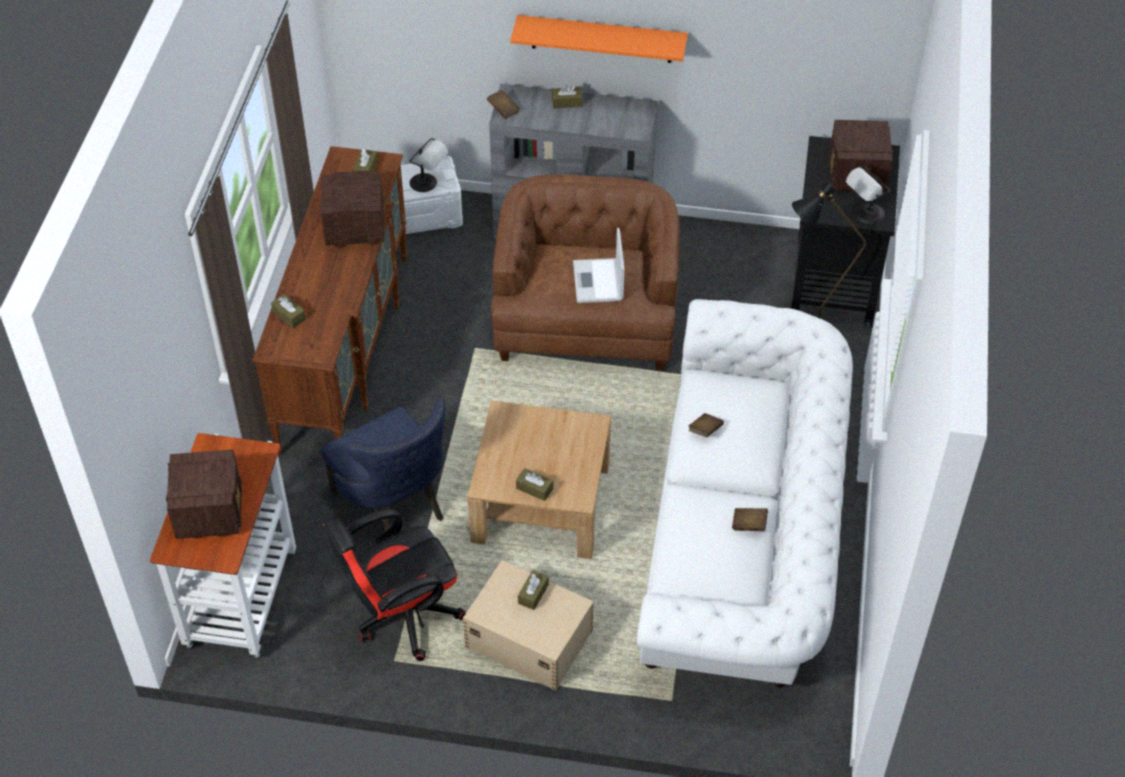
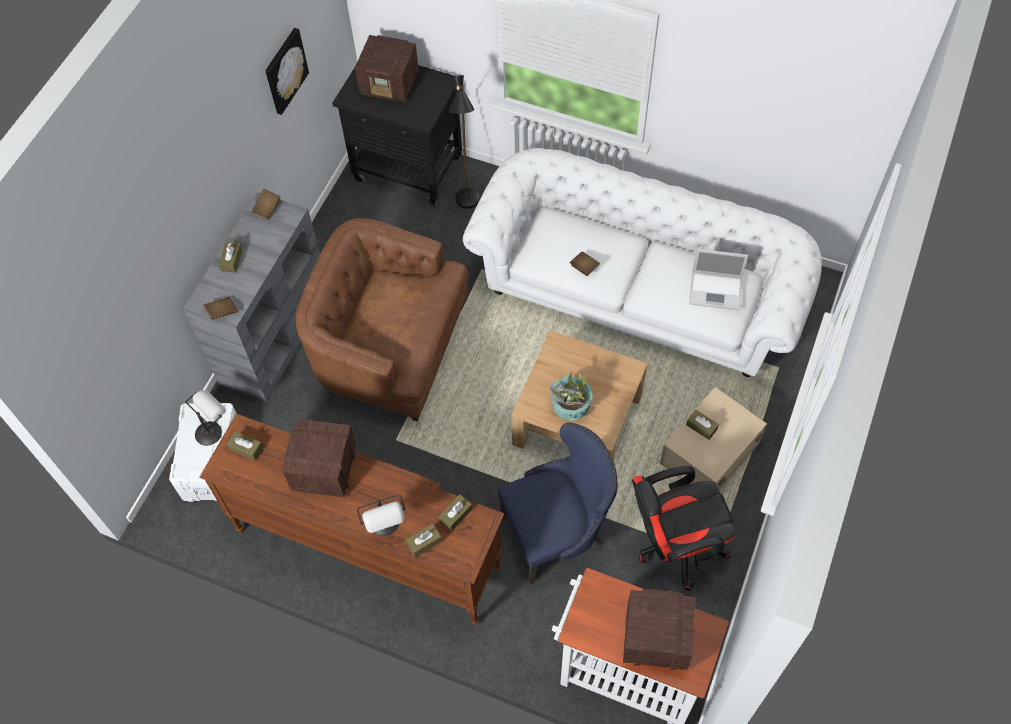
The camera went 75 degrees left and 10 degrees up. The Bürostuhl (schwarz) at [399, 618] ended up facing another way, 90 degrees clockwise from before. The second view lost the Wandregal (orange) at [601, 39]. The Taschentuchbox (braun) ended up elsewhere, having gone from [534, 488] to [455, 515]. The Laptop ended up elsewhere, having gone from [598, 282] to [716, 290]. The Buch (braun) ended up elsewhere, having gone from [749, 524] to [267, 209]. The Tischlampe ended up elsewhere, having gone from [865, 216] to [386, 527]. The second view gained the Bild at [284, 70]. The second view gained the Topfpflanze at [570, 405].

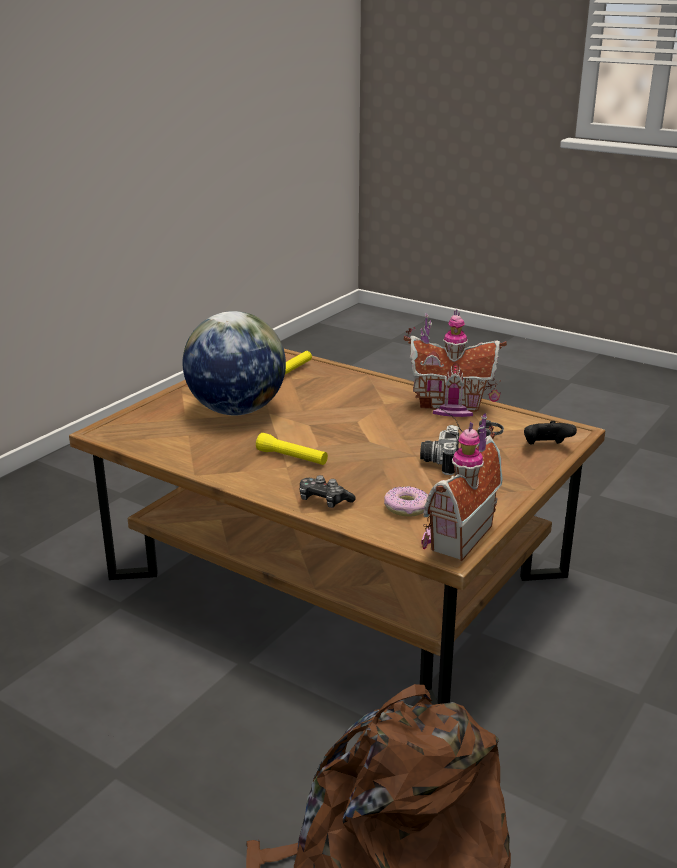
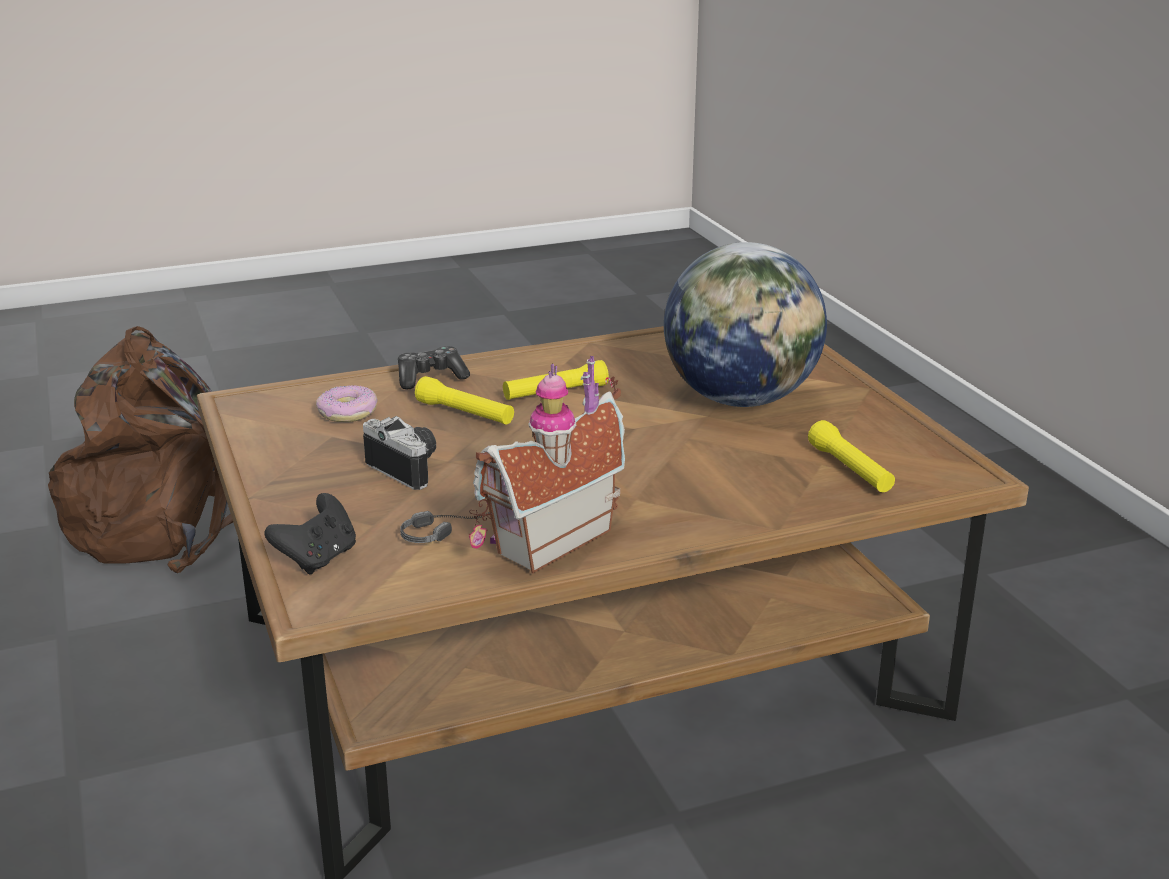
The camera went 125 degrees right and 0 degrees up. The second view lost the Spielzeughaus at [454, 537]. The second view gained the Taschenlampe (gelb) at [465, 414].

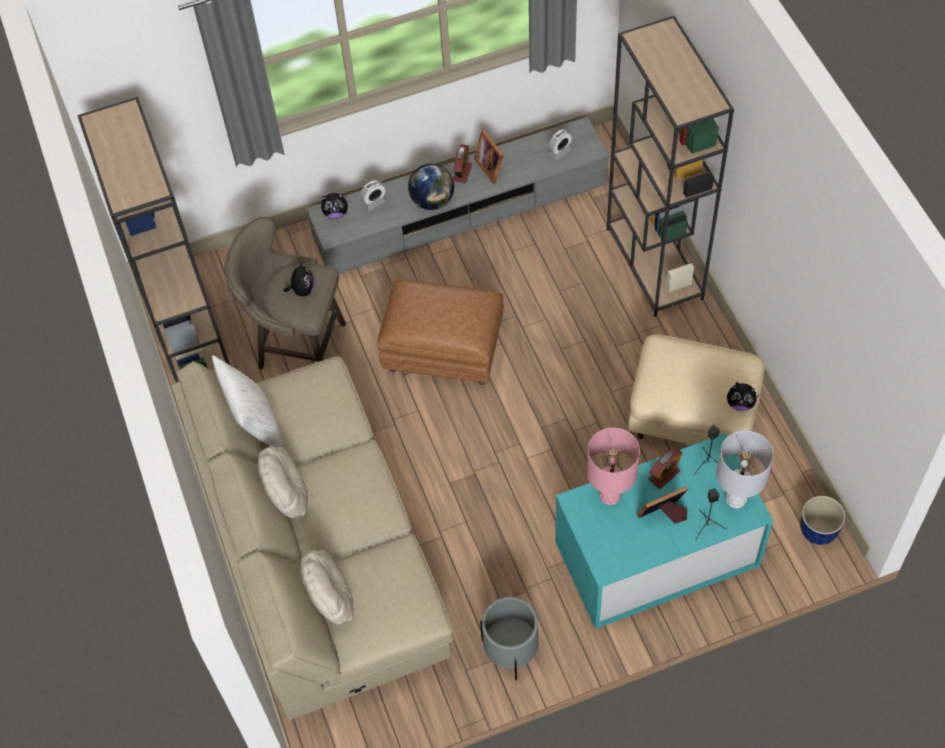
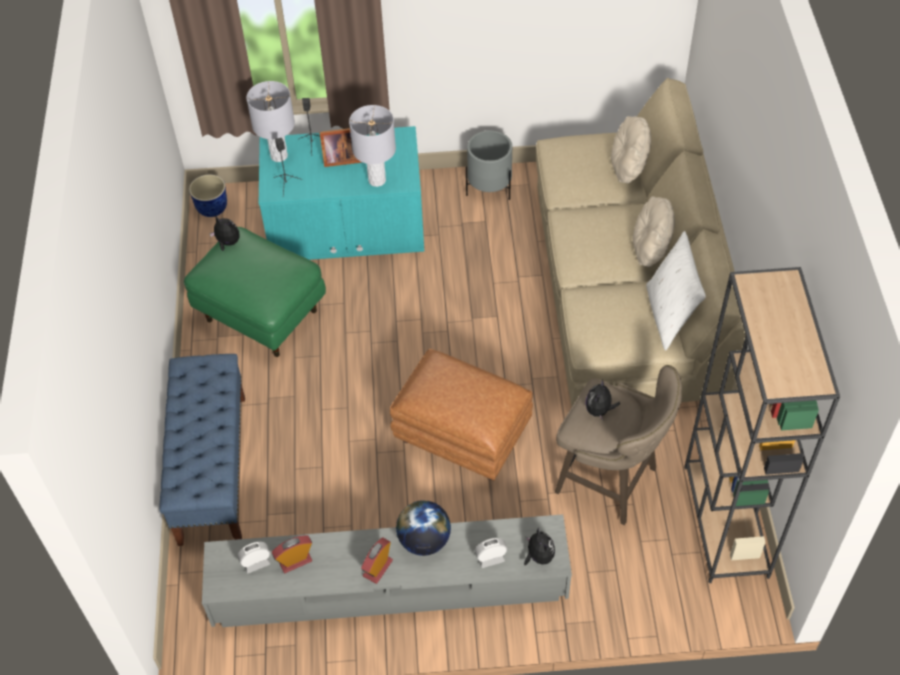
The camera went 165 degrees left and 5 degrees down. The Plüschtier at [336, 213] ended up facing another way, 60 degrees clockwise from before. The second view lost the Bilderrahmen at [491, 166]. What was the Tischlampe (rosa) at [609, 495] turned into the Tischlampe (grau) at [377, 180]. Where the Bücherregal stood at [655, 264], the Bank (blau) came to stand at [212, 468]. What was the Polsterhocker (beige) at [692, 418] turned into the Polsterhocker (grün) at [260, 315]. The Wecker ended up elsewhere, having gone from [664, 475] to [295, 560].

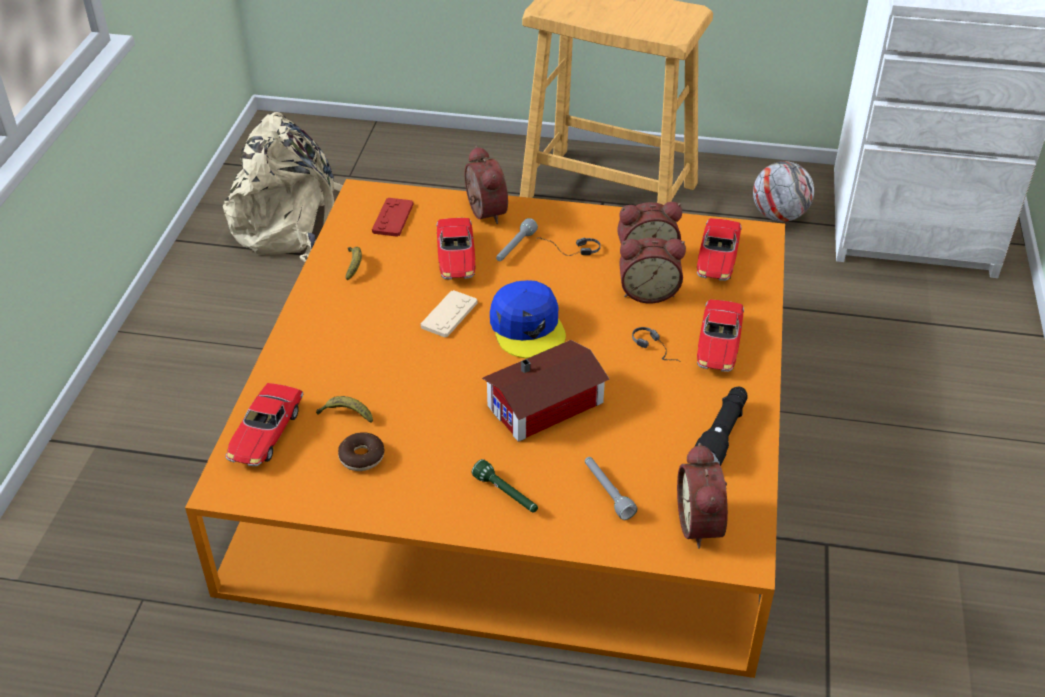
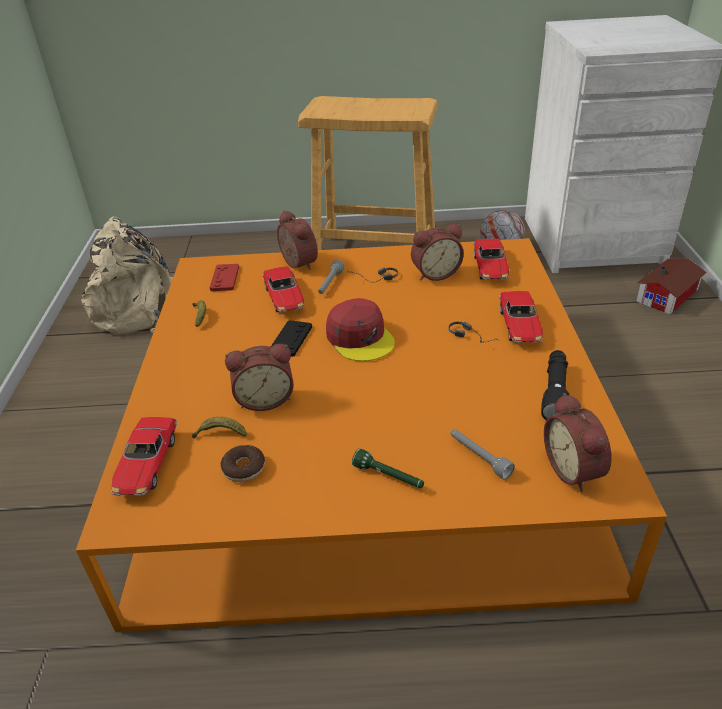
The camera went 10 degrees left and 5 degrees down. What was the Gamepad (beige) at [449, 315] turned into the Gamepad (schwarz) at [291, 339]. The Spielzeughaus ended up elsewhere, having gone from [549, 404] to [669, 295]. What was the Kappe (blau) at [528, 327] turned into the Kappe (rot) at [360, 338]. The Wecker ended up elsewhere, having gone from [648, 291] to [265, 399].

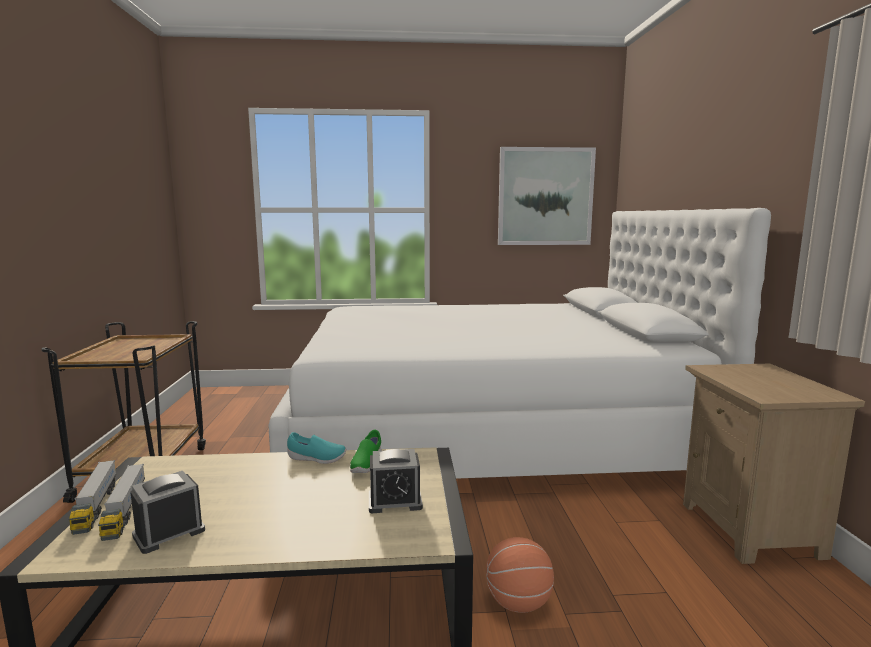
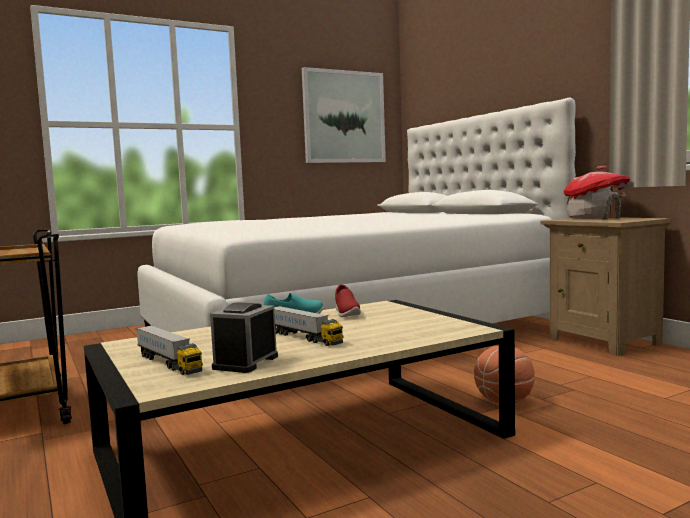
The camera went 25 degrees left and 5 degrees down. The Spielzeuglaster ended up elsewhere, having gone from [96, 507] to [304, 337]. What was the Schuh (grün) at [366, 464] turned into the Schuh (rot) at [346, 313]. The second view lost the Wecker at [395, 501]. The second view gained the Spielzeughaus at [594, 218].

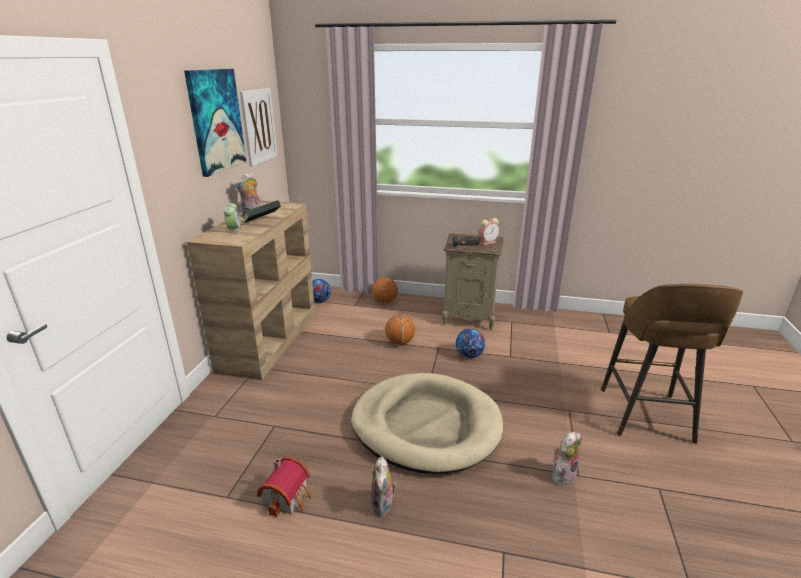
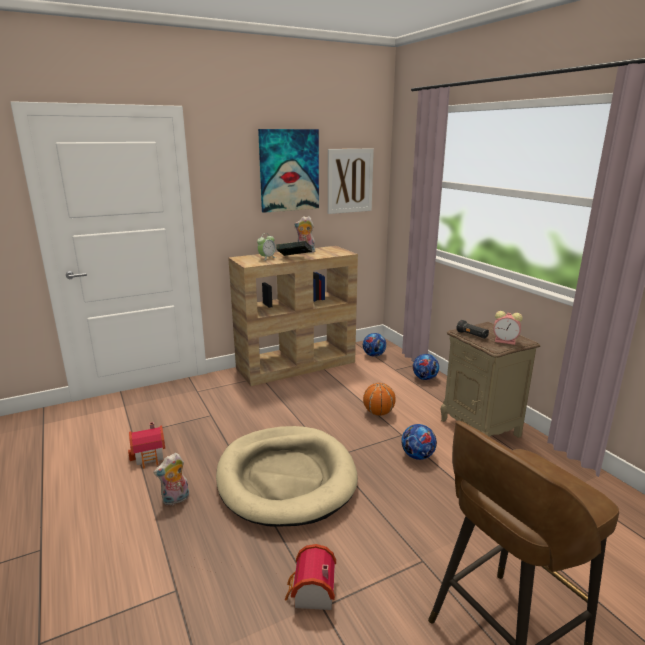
The camera went 50 degrees right and 5 degrees down. Where the Basketball stood at [385, 301], the Fußball came to stand at [424, 378]. Where the Plüschtier stood at [562, 474], the Spielzeughaus came to stand at [311, 594].

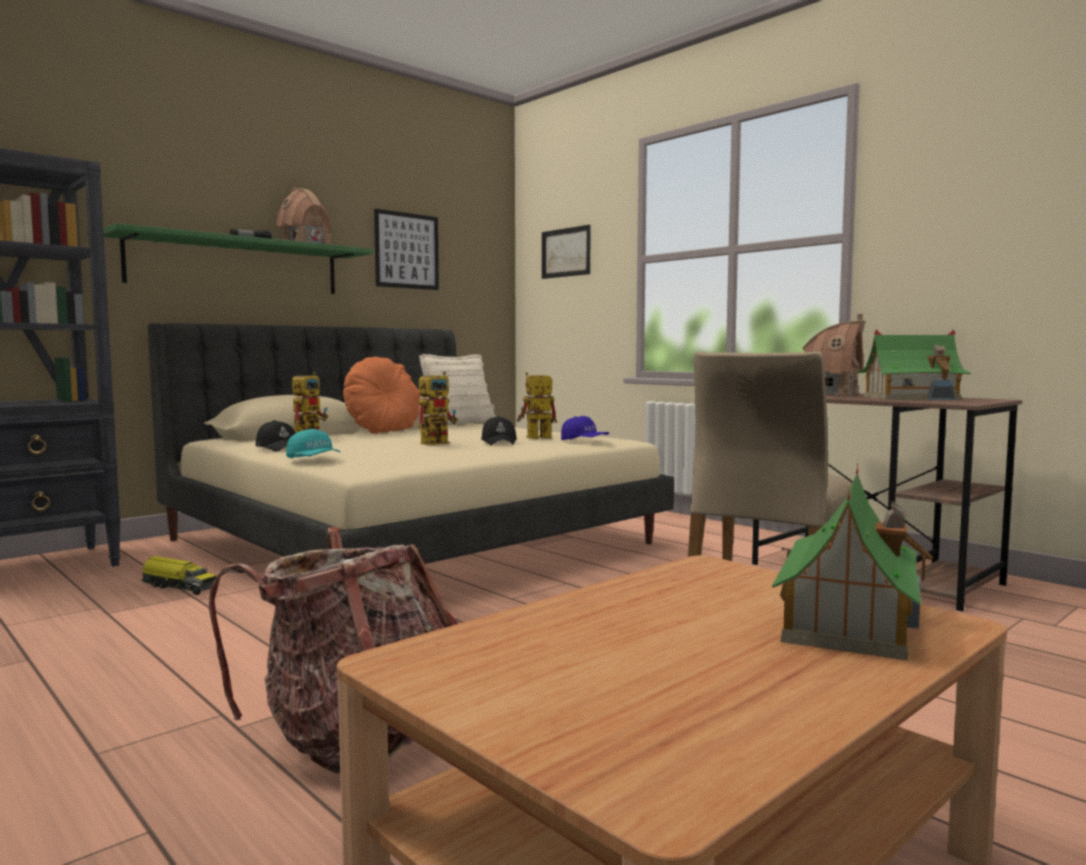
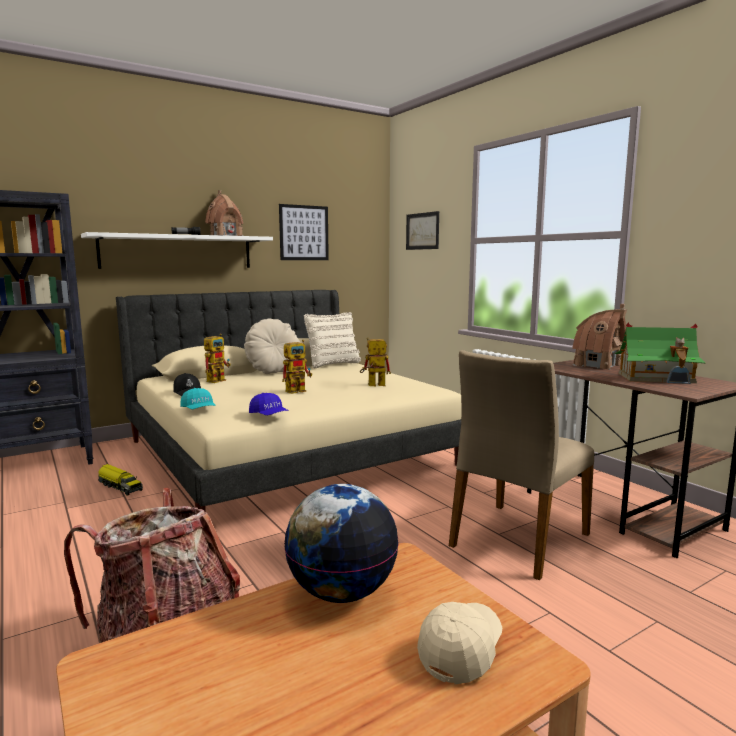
The camera went 10 degrees right and 5 degrees up. What was the Wandregal (grün) at [236, 266] turned into the Wandregal (weiß) at [178, 252]. What was the Kissen (orange) at [383, 432] turned into the Kissen (beige) at [274, 372]. The second view lost the Kappe (schwarz) at [499, 442]. The Kappe (blau) ended up elsewhere, having gone from [584, 441] to [269, 415]. Where the Spielzeughaus stood at [847, 621], the Kappe (beige) came to stand at [461, 650]. The second view gained the Globus at [341, 592].

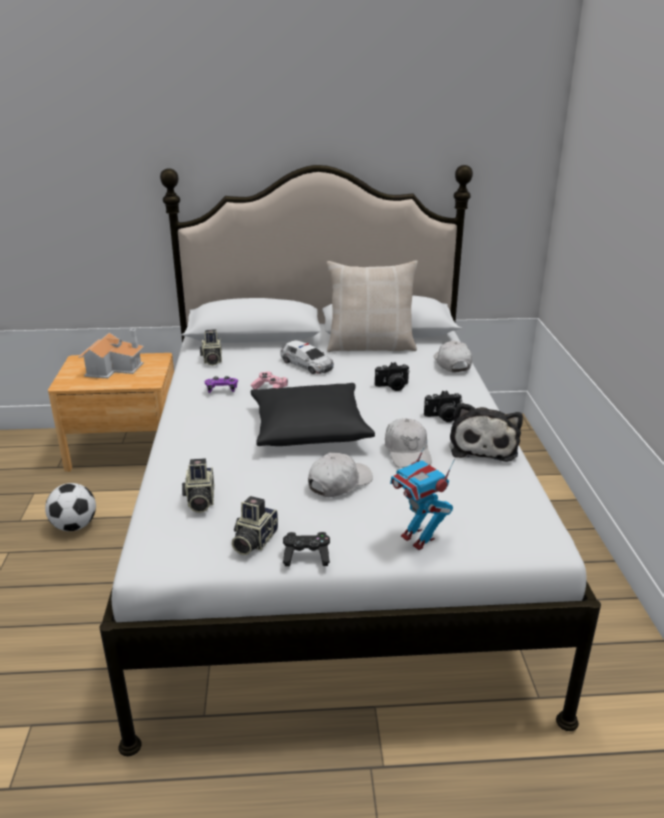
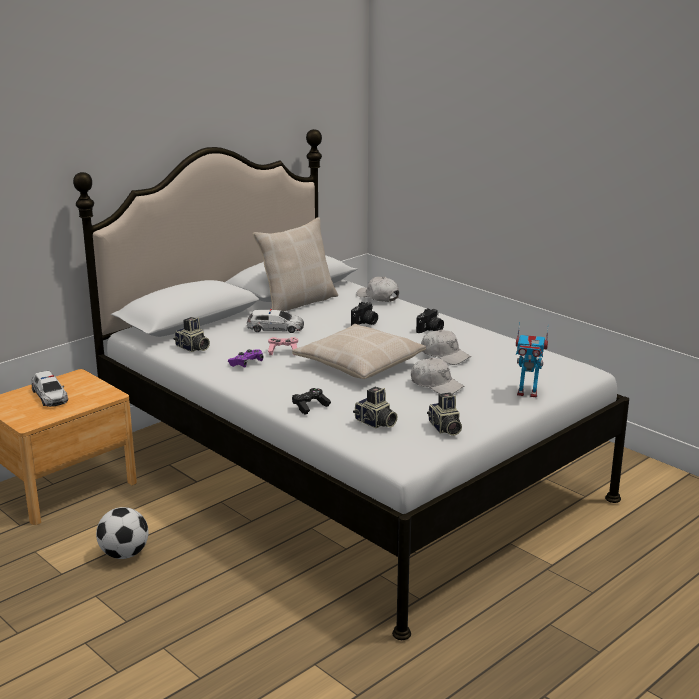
The camera went 40 degrees left and 5 degrees down. Where the Spielzeughaus stood at [114, 368], the Spielzeugauto came to stand at [50, 396]. What was the Kissen (schwarz) at [309, 427] turned into the Kissen (beige) at [359, 363]. The Gamepad (schwarz) ended up elsewhere, having gone from [306, 556] to [310, 407]. The Kappe (weiß) at [339, 483] ended up facing another way, 120 degrees clockwise from before. The second view lost the Plüschtier at [483, 446].

